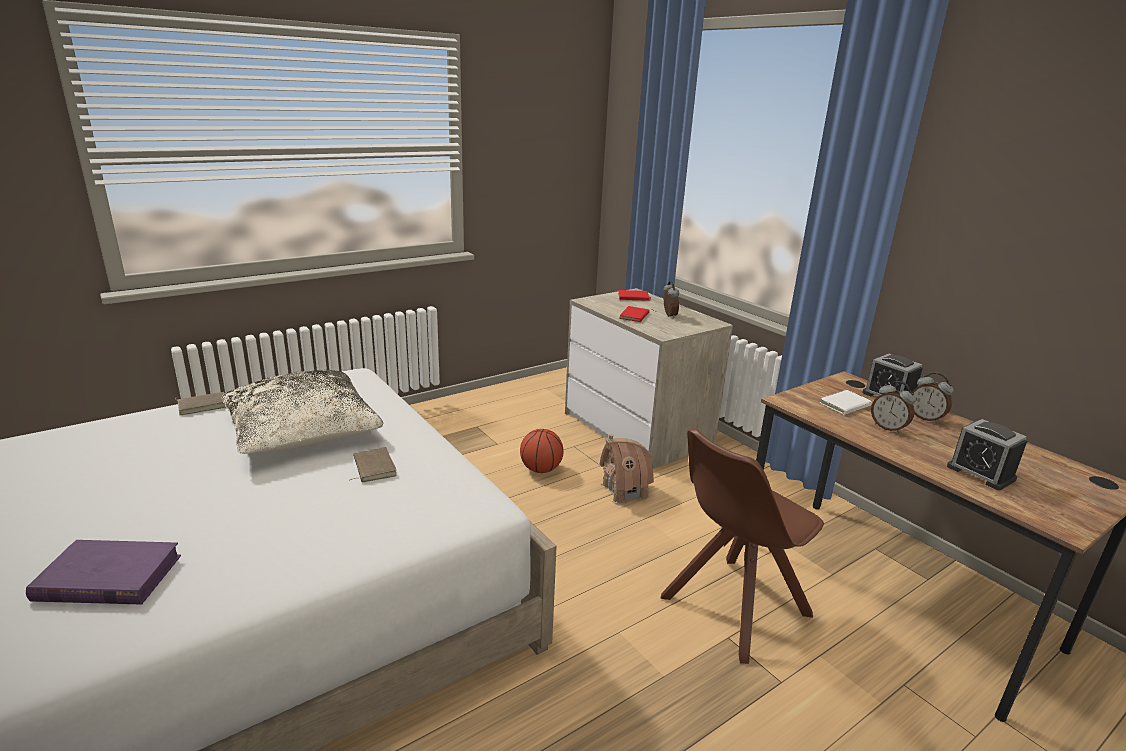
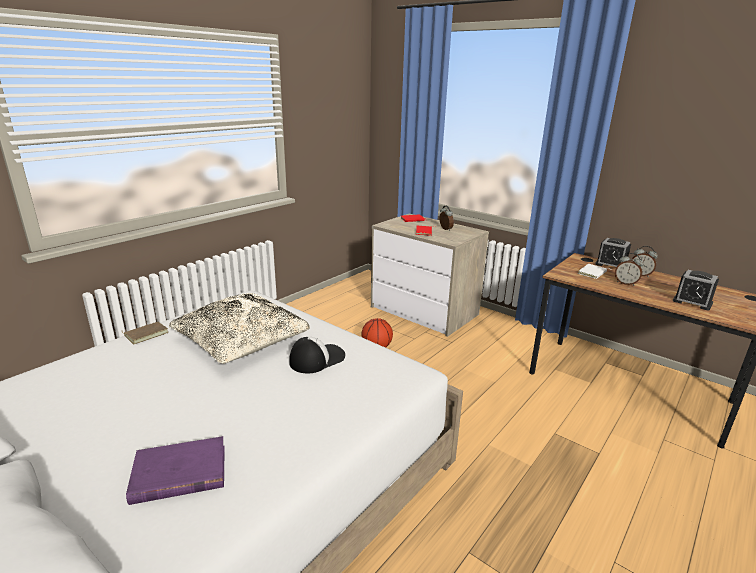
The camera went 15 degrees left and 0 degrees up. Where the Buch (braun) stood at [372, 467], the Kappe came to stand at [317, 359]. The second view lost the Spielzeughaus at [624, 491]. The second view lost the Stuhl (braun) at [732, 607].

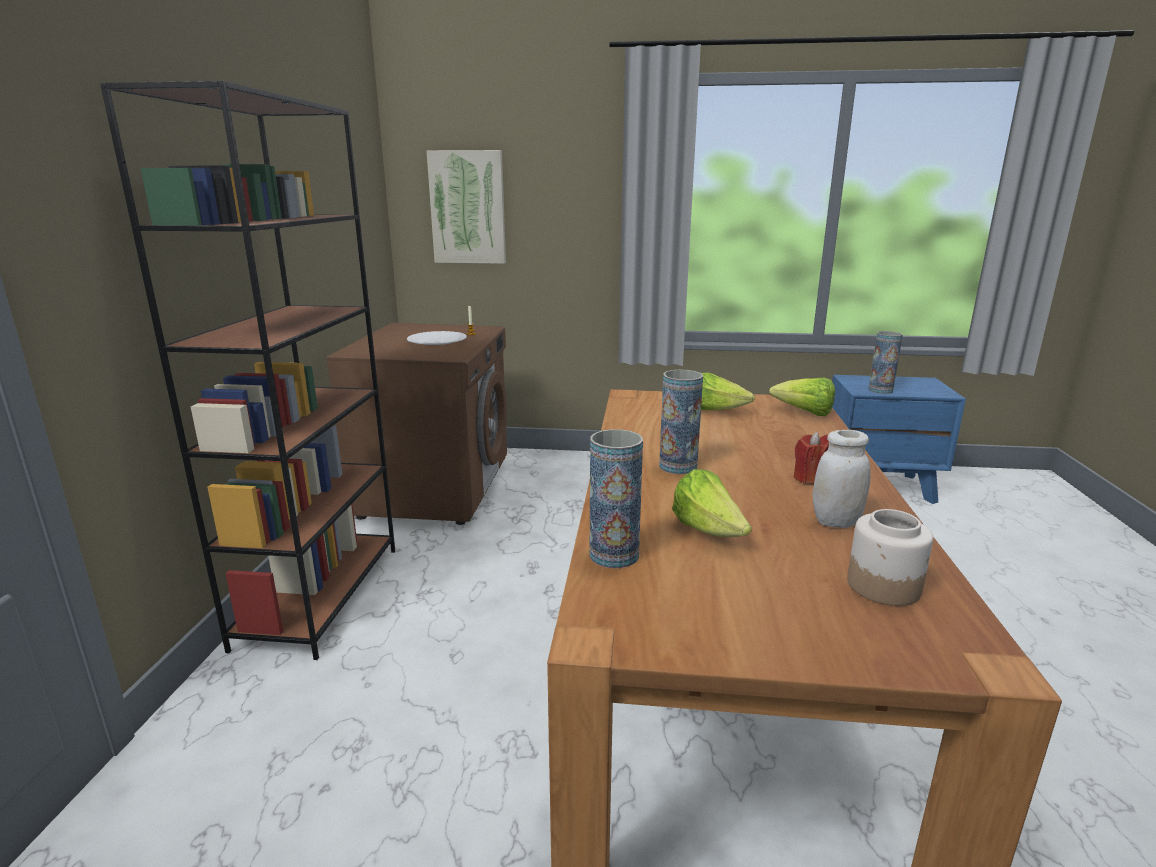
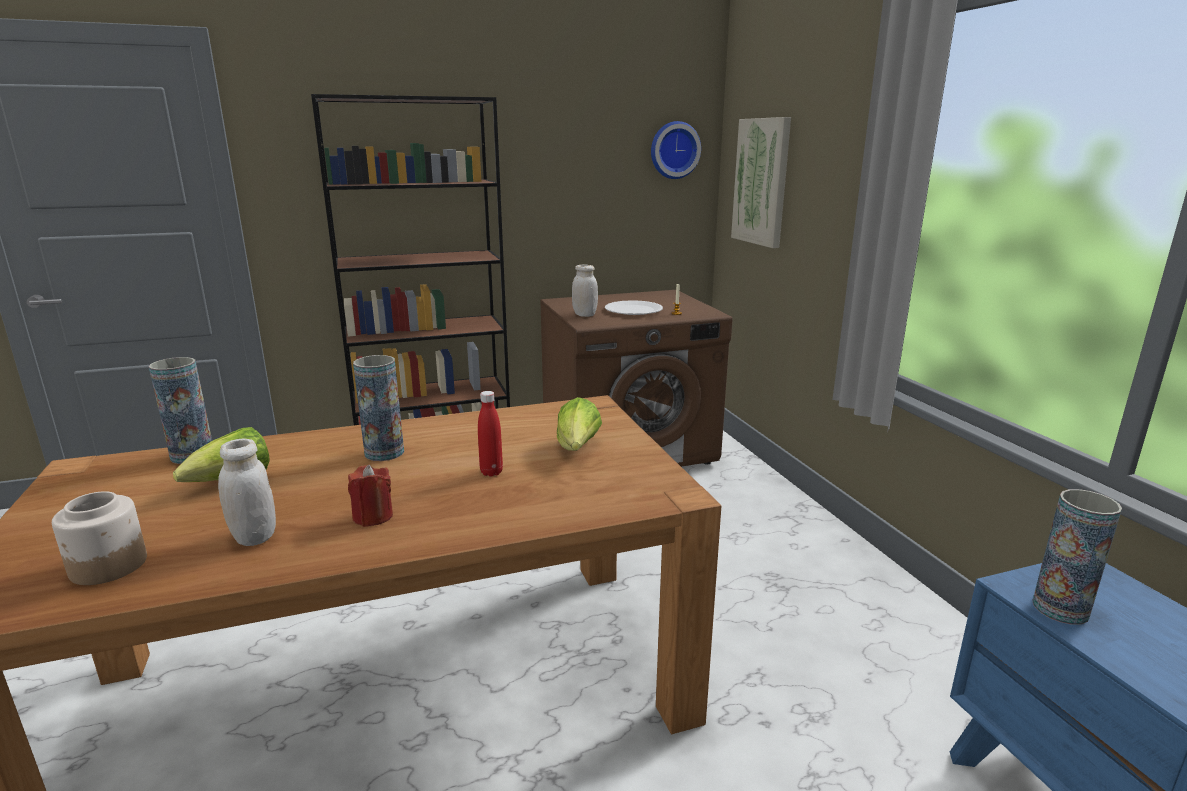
The camera went 65 degrees right and 0 degrees up. The second view lost the Salatkopf at [805, 413]. The second view gained the Flasche (rot) at [491, 472]. The second view gained the Vorratsglas (weiß) at [584, 315]. The second view gained the Wanduhr at [674, 150].

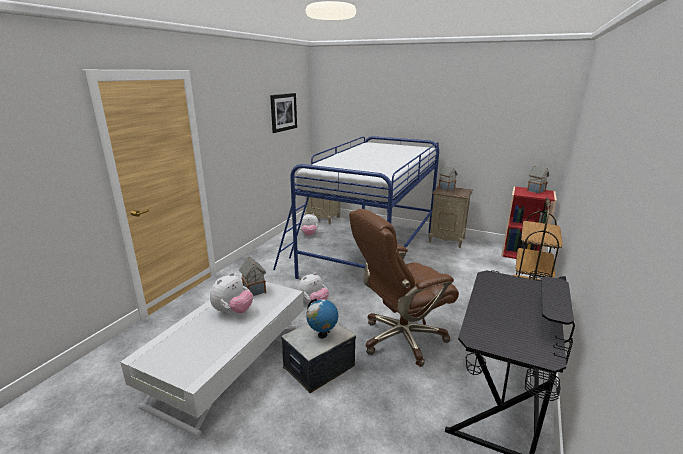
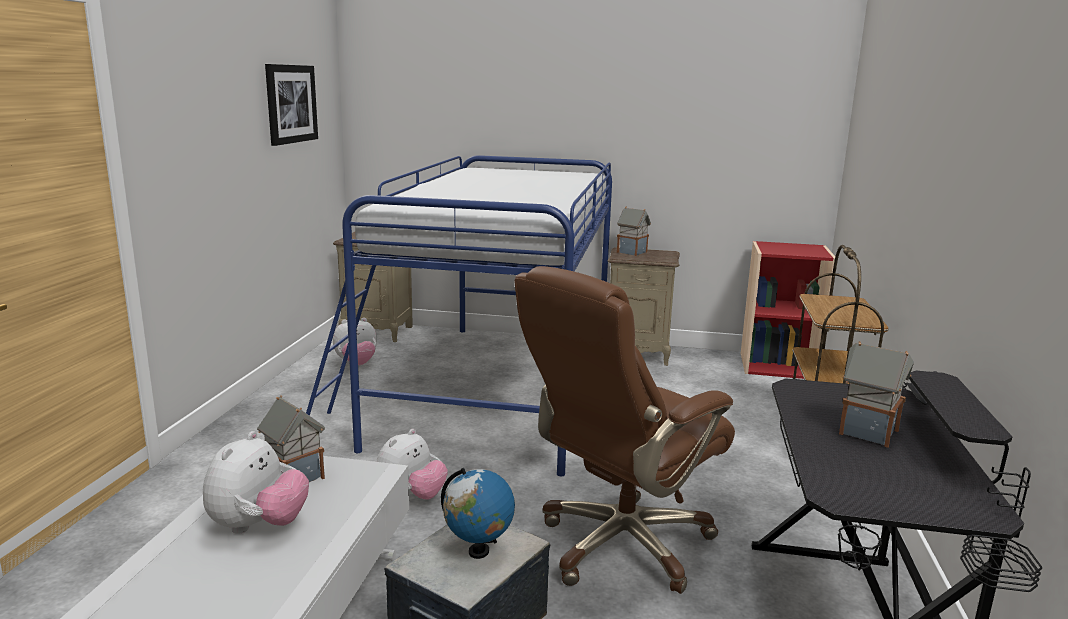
The camera went 15 degrees left and 5 degrees down. The Spielzeughaus ended up elsewhere, having gone from [535, 191] to [866, 432].

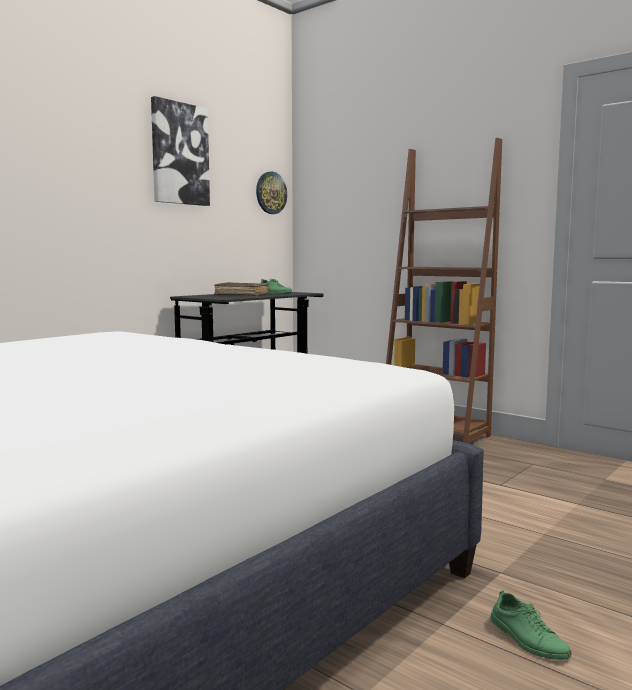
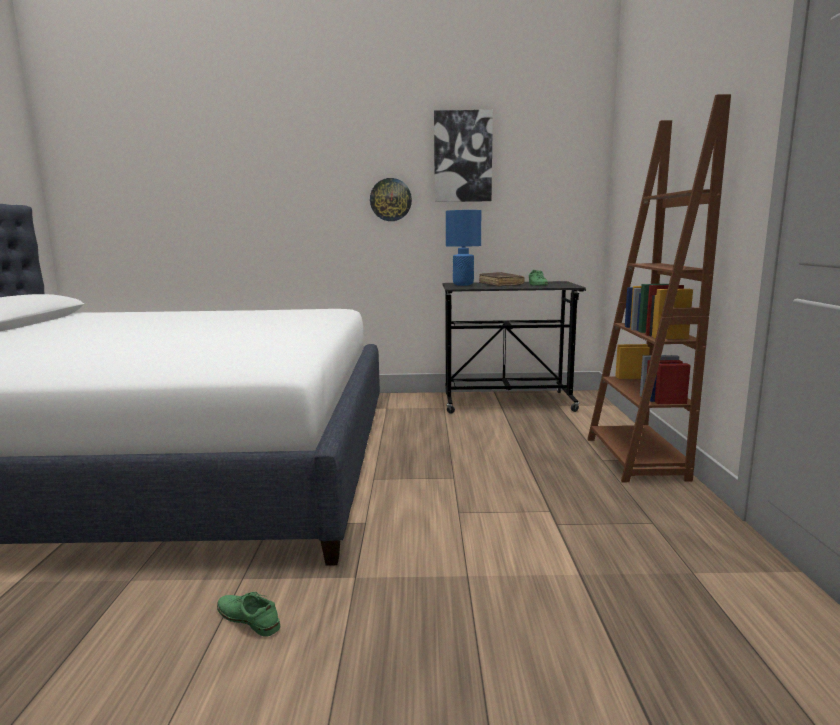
The camera went 50 degrees right and 5 degrees up. The Wanduhr ended up elsewhere, having gone from [271, 193] to [390, 199]. The Schuh (grün) at [528, 639] ended up facing another way, 105 degrees clockwise from before. The second view gained the Tischlampe (blau) at [463, 285].

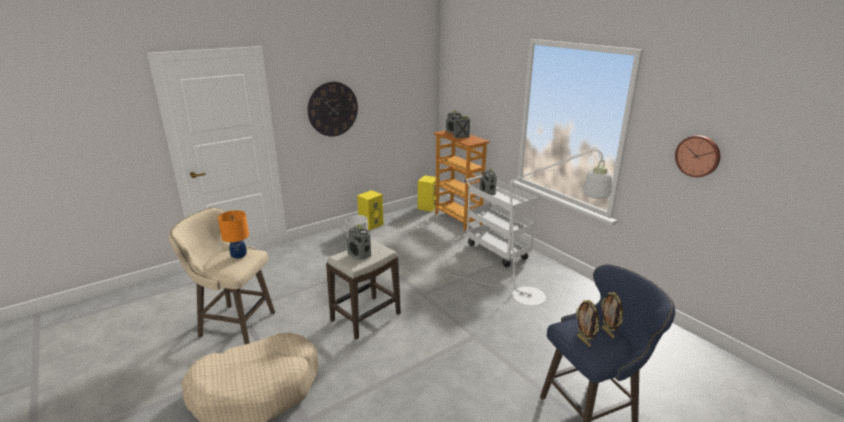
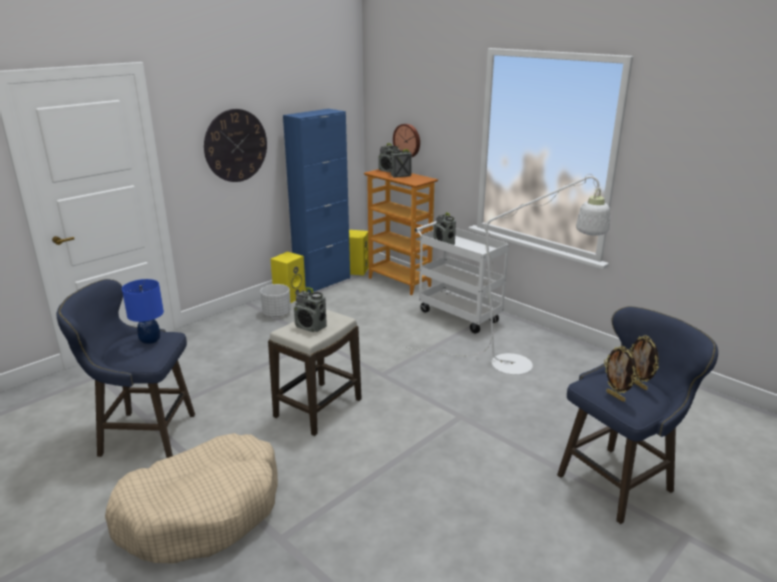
The camera went 10 degrees left and 0 degrees up. What was the Hocker (beige) at [234, 323] turned into the Hocker (blau) at [143, 434]. What was the Tischlampe (orange) at [238, 256] turned into the Tischlampe (blau) at [149, 340]. The Wanduhr ended up elsewhere, having gone from [698, 156] to [407, 140]. The second view gained the Schrank (blau) at [322, 282].

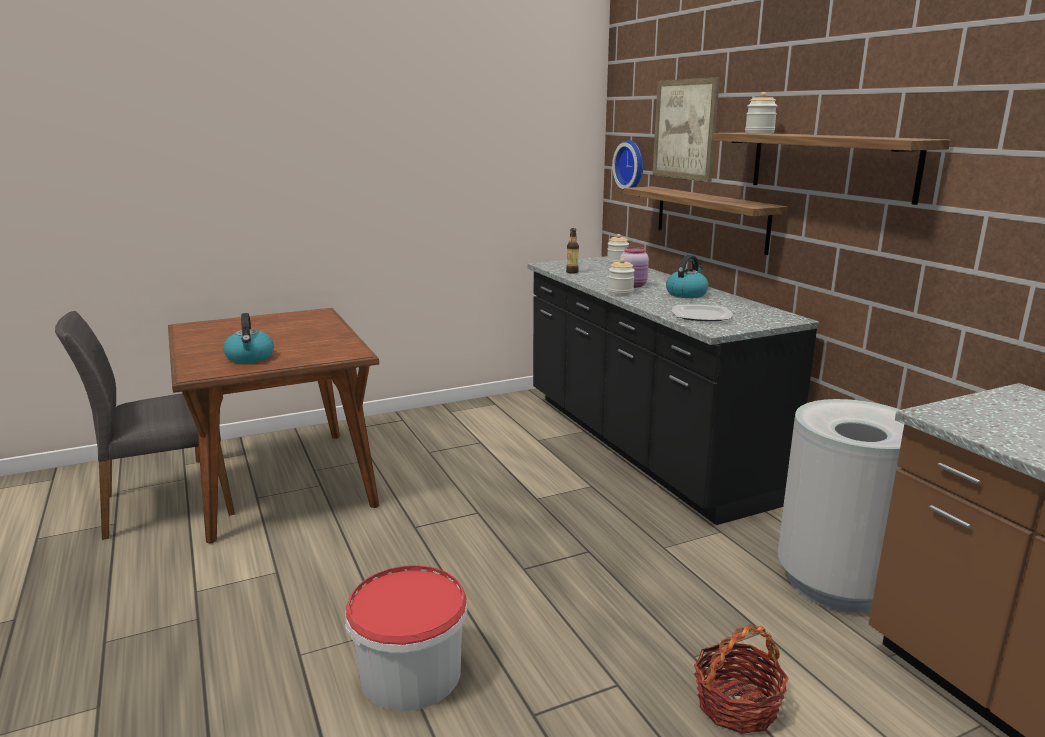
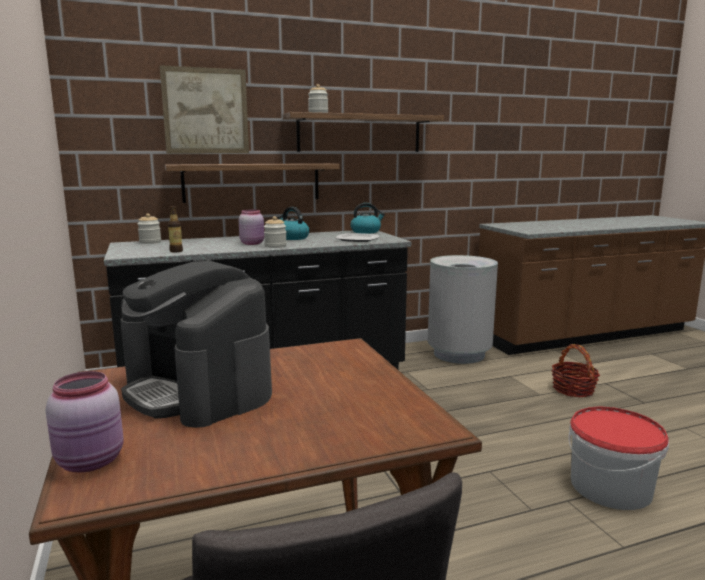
The camera went 85 degrees left and 5 degrees down. The Wasserkessel ended up elsewhere, having gone from [250, 358] to [366, 231]. The second view lost the Wanduhr at [632, 165]. The second view gained the Vorratsglas (rosa) at [92, 461]. The second view gained the Kaffeemaschine at [198, 390].

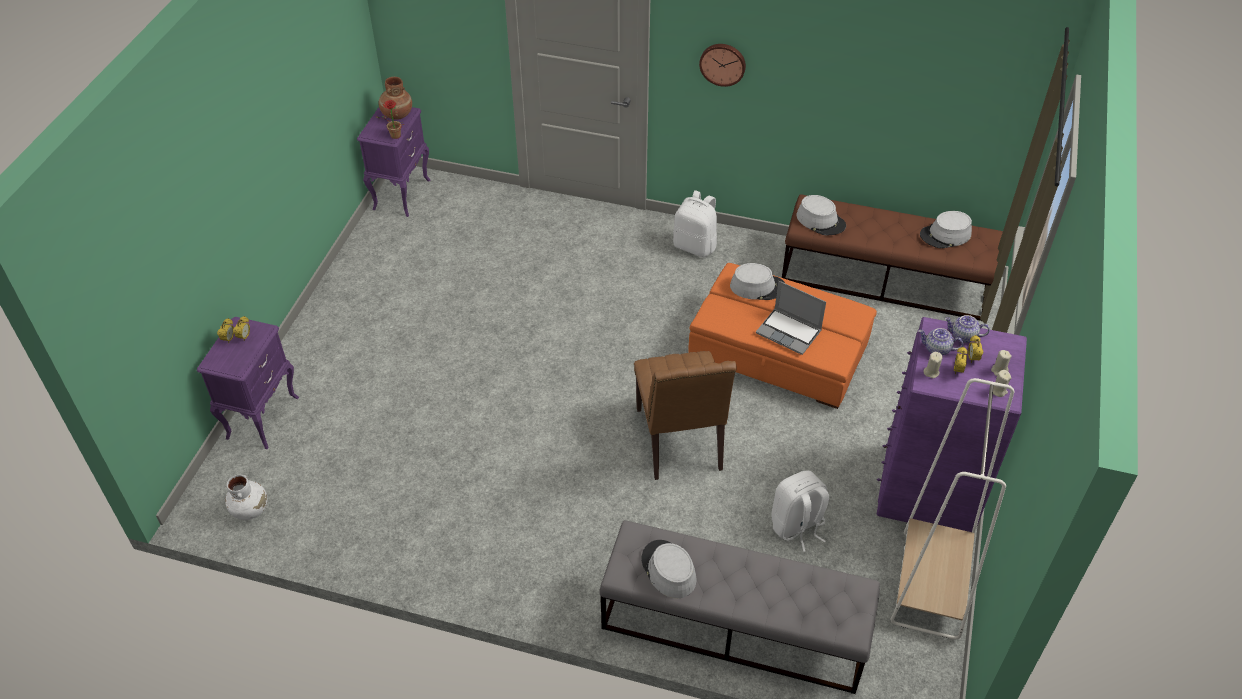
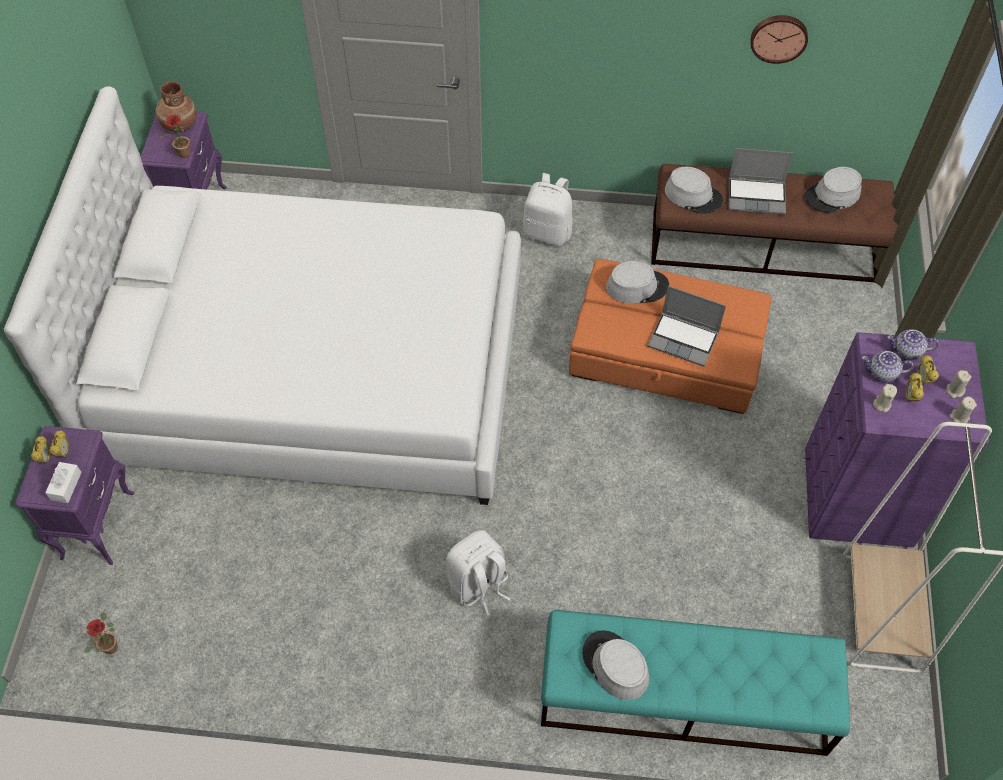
The camera went 10 degrees left and 10 degrees up. Where the Vase (weiß) stood at [250, 509], the Topfpflanze came to stand at [110, 645]. What was the Bank (grau) at [733, 626] turned into the Bank (türkis) at [683, 698]. The second view lost the Stuhl (braun) at [678, 438]. The Wanduhr ended up elsewhere, having gone from [723, 63] to [779, 37]. The Rucksack (weiß) ended up elsewhere, having gone from [797, 526] to [478, 584]. The second view gained the Bett (weiß) at [313, 368]. The second view gained the Taschentuchbox (weiß) at [66, 486]. The second view gained the Laptop at [757, 196].

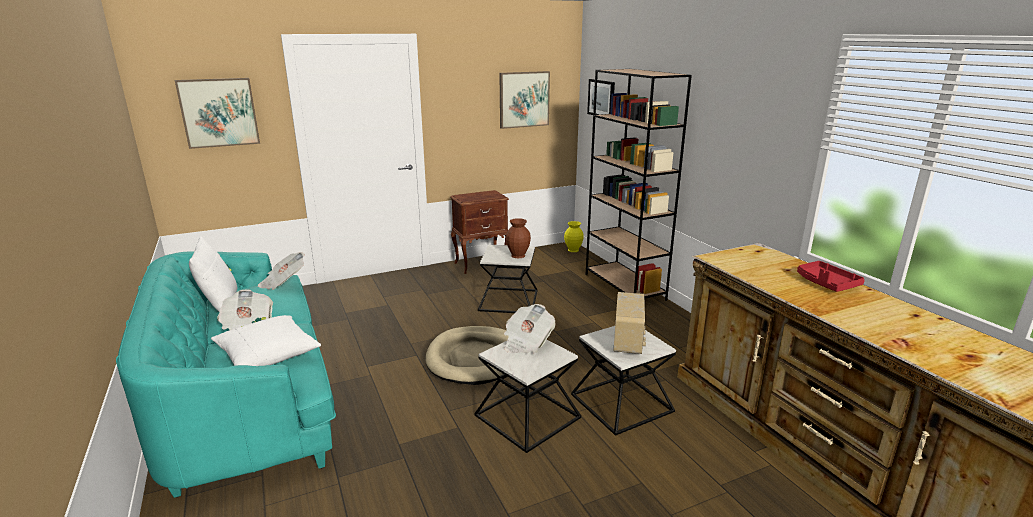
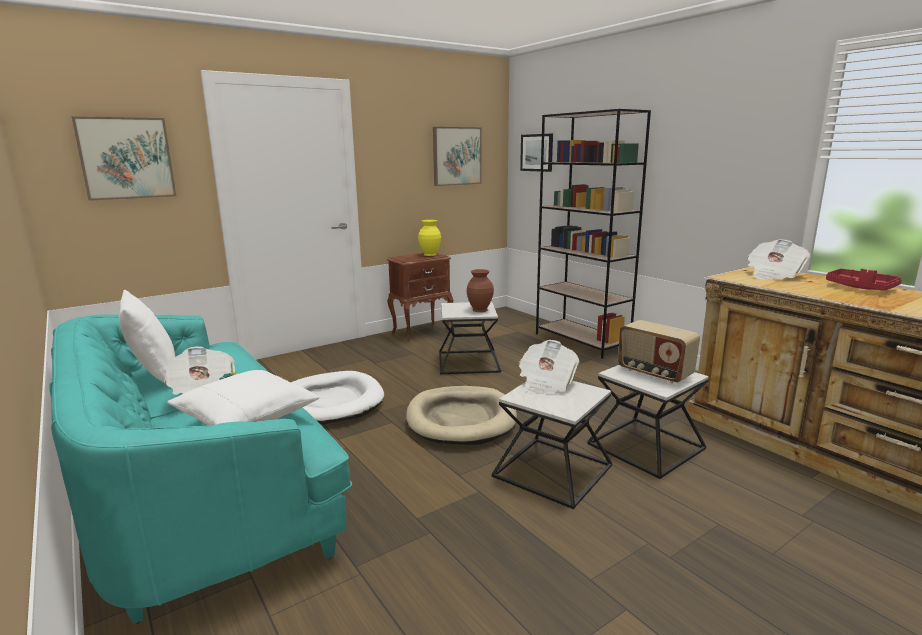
The camera went 10 degrees left and 5 degrees down. The Zeitung ended up elsewhere, having gone from [283, 283] to [773, 275]. The Vase (gelb) ended up elsewhere, having gone from [572, 250] to [429, 254]. The Radio at [628, 341] ended up facing another way, 135 degrees clockwise from before. The second view gained the Hundebett (weiß) at [331, 402].

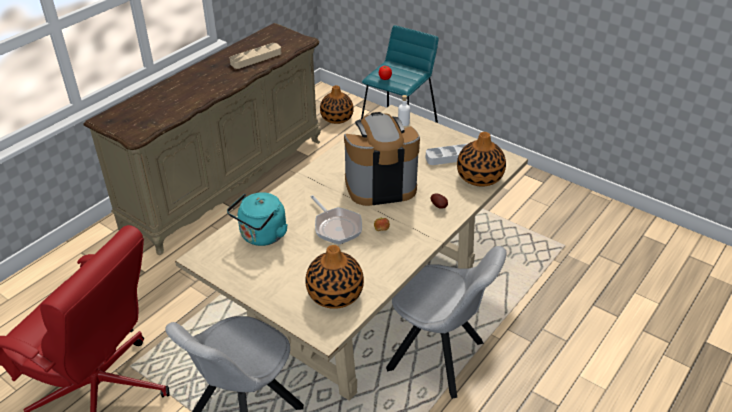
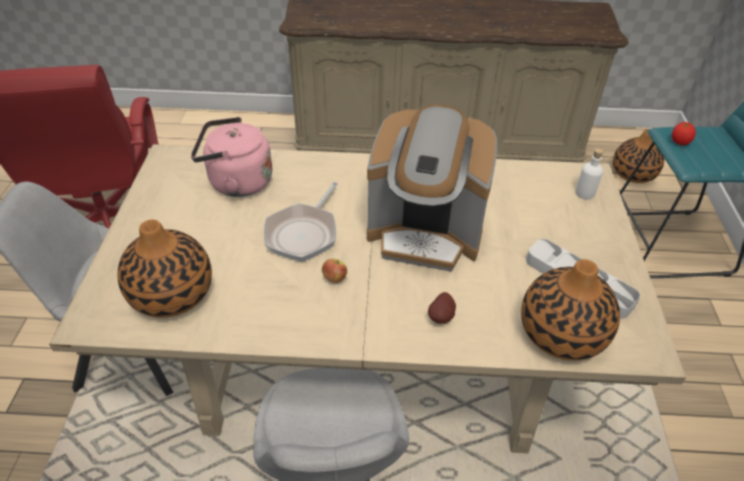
The camera went 55 degrees right and 5 degrees up. What was the Wasserkessel (türkis) at [261, 236] turned into the Wasserkessel (rosa) at [236, 182]. The second view lost the Tablett (beige) at [256, 58]. The Kaffeemaschine at [380, 185] ended up facing another way, 150 degrees clockwise from before.

